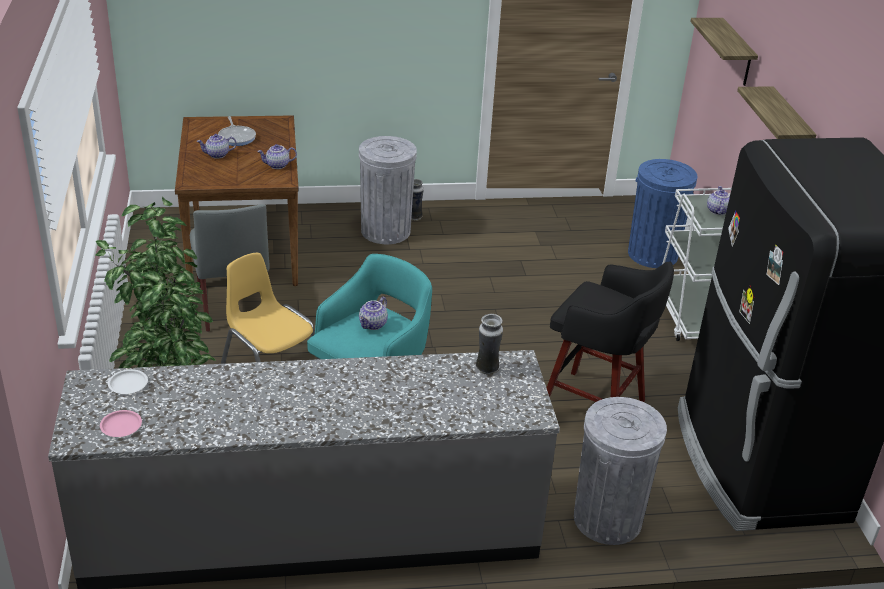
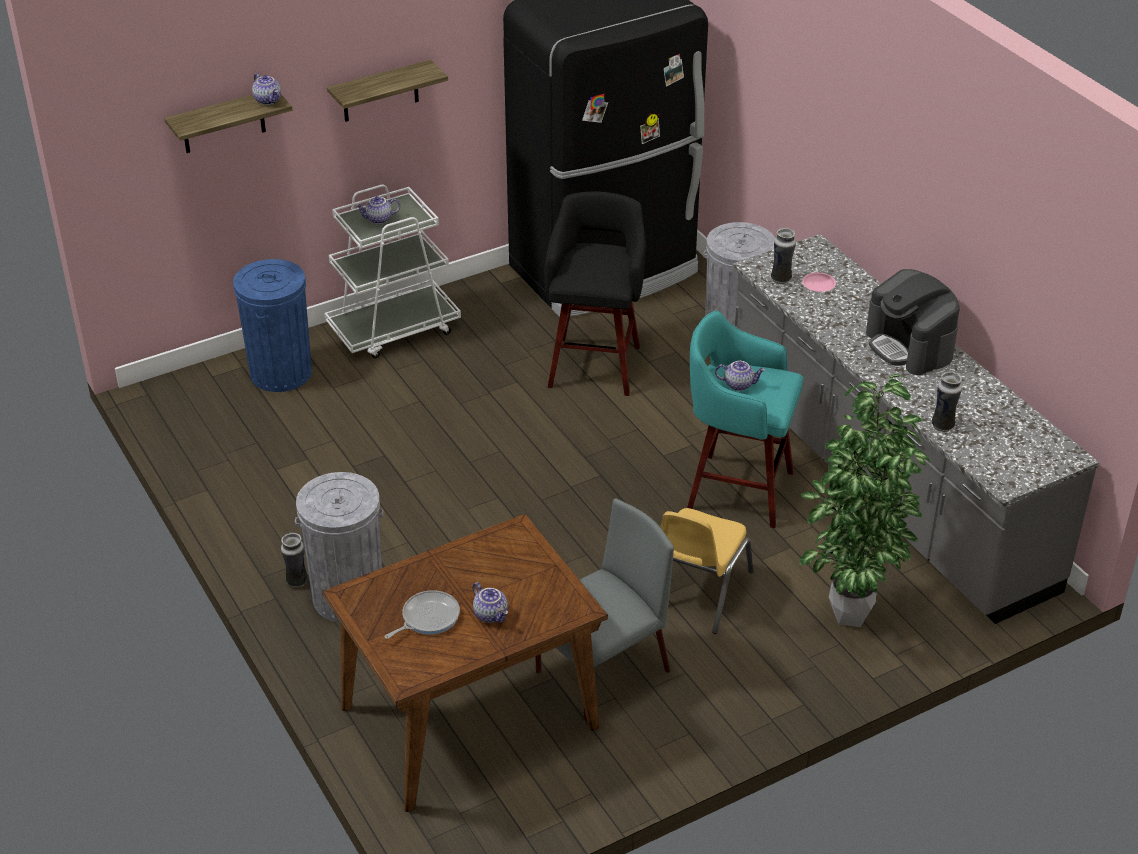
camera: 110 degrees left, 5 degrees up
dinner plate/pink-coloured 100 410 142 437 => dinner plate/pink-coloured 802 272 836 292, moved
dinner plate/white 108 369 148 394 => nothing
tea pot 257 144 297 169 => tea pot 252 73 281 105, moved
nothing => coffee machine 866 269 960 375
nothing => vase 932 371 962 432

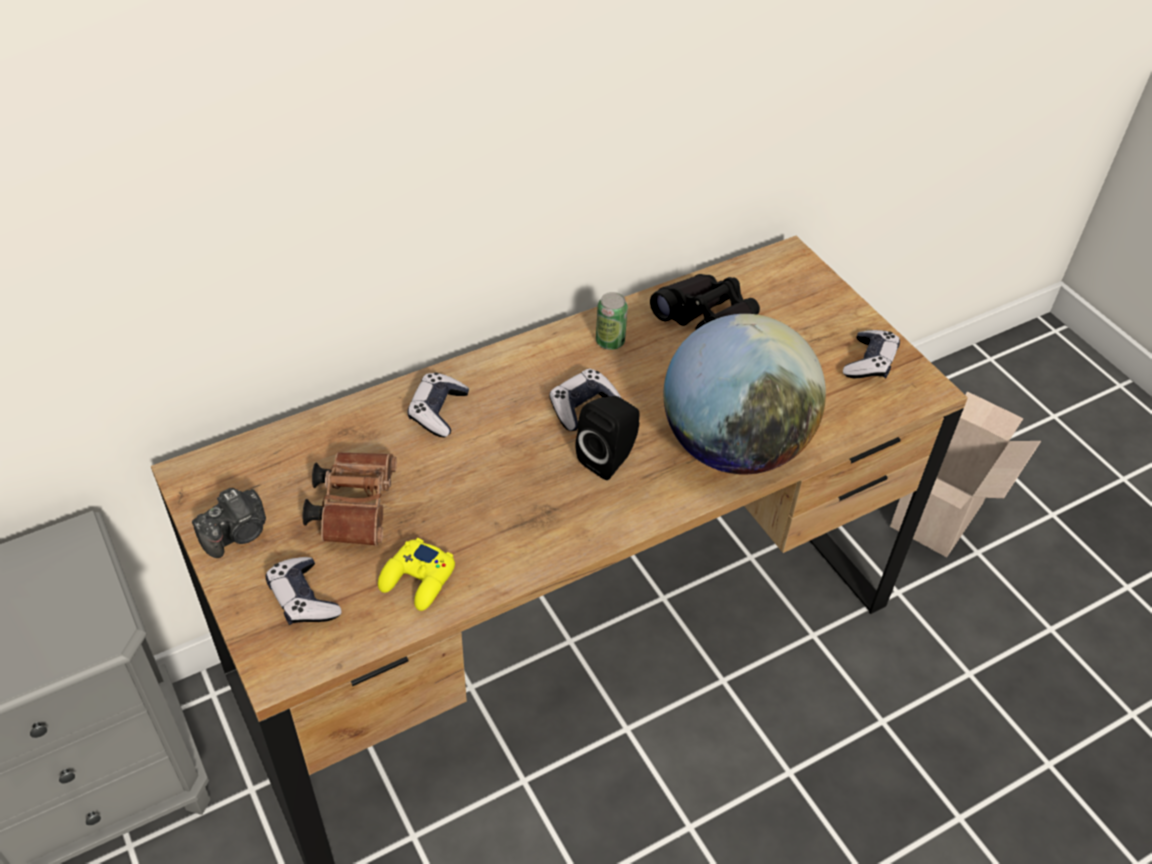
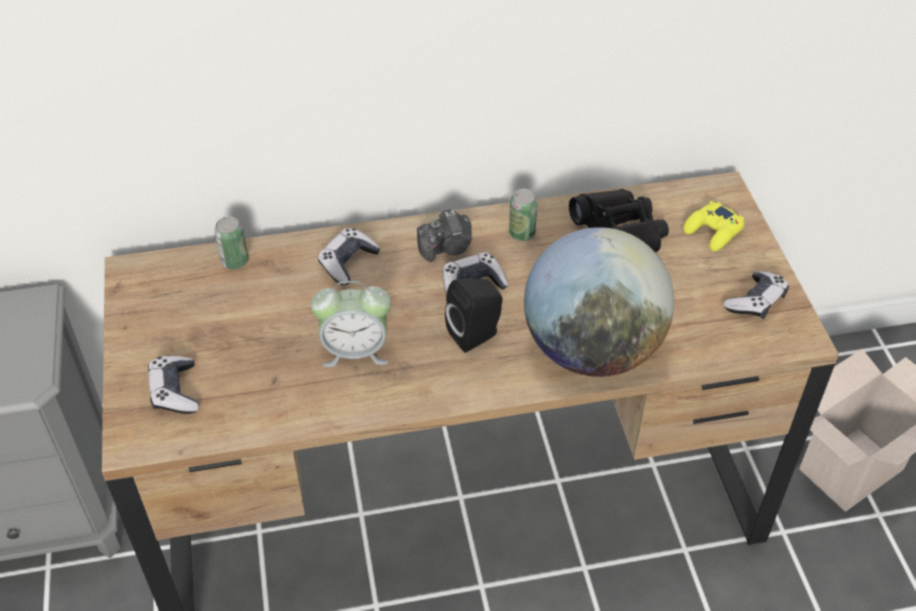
camera: 20 degrees right, 0 degrees up
photo camera 192 488 266 558 => photo camera 417 209 472 262, moved
pair of binoculars/brownish 302 452 397 546 => nothing
gamepad/yellow-coloured 378 538 455 611 => gamepad/yellow-coloured 683 201 744 251, moved
nothing => can 214 216 249 270
nothing => alarm clock 311 281 391 367

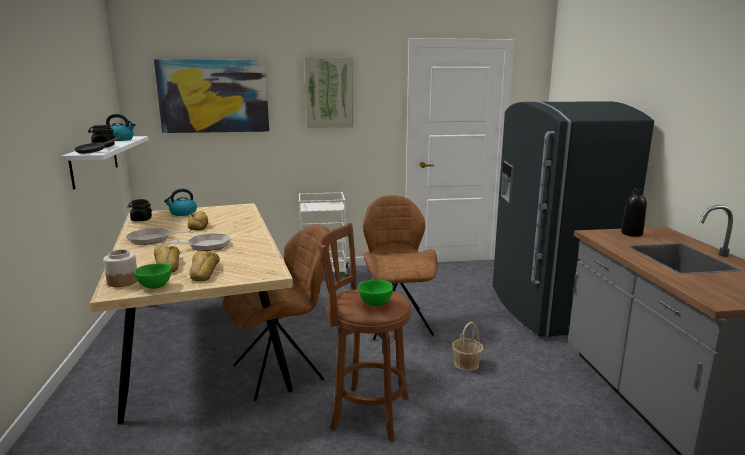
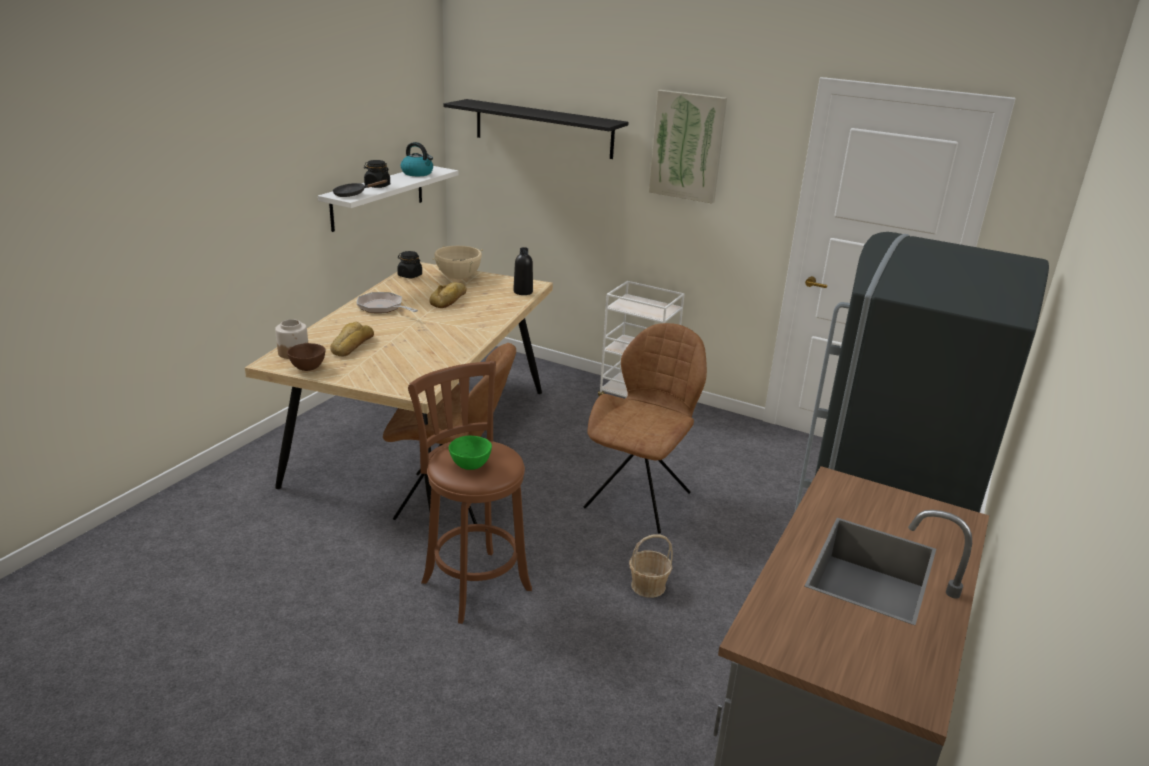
camera: 35 degrees right, 10 degrees up
bowl/green 134 263 172 289 => bowl/brownish 287 343 325 371
wall picture 154 59 269 133 => shelf/blackish 444 99 629 159
pan 157 233 231 251 => nothing
kettle 164 189 197 216 => cooking pot/beige-coloured 432 246 483 279
baked bread 189 251 220 281 => nothing
bottle/blackish 621 188 647 237 => bottle/blackish 513 247 533 295, moved

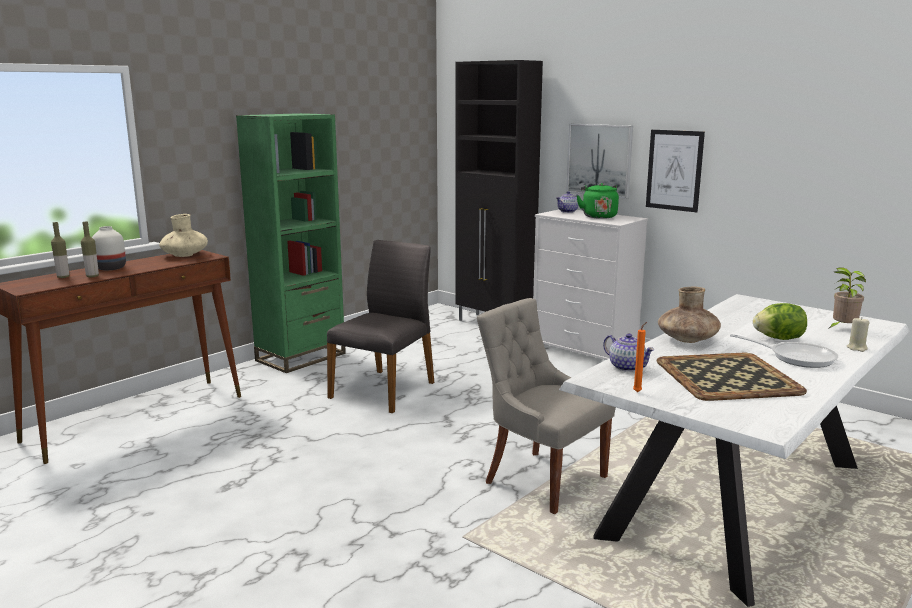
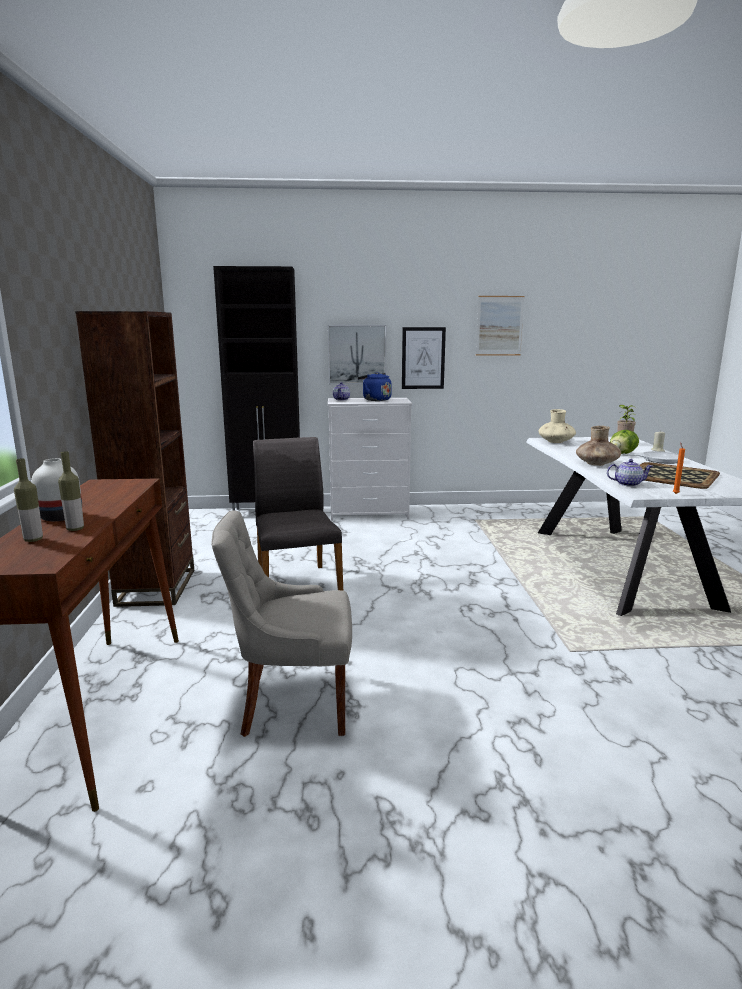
camera: 45 degrees left, 0 degrees up
vase/beige-coloured 159 214 208 257 => vase/beige-coloured 538 409 576 443, moved
bookcase/green 236 113 346 373 => bookcase/brownish 75 311 194 607
upright chair/greyish 477 298 616 514 => upright chair/greyish 211 510 352 737, moved
kettle/green 576 183 619 219 => kettle/blue-coloured 357 372 392 401
nothing => wall picture 476 296 524 356

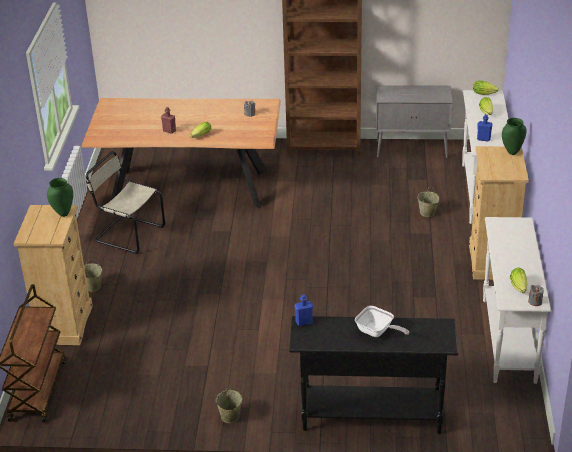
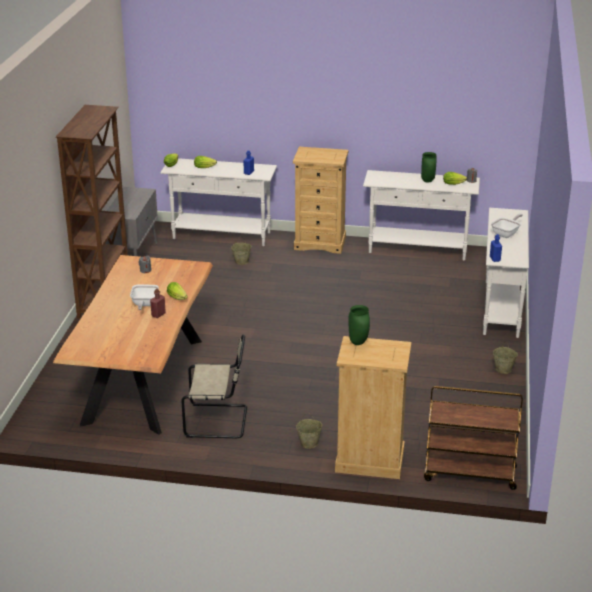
camera: 85 degrees left, 5 degrees down
upright chair/beige-coloured 86 151 165 254 => upright chair/beige-coloured 181 335 247 438, 120 degrees counterclockwise
narrow table/blackish 289 316 458 434 => narrow table/white 483 208 529 338
vase/green 502 118 527 155 => vase/green 421 152 437 182, moved
nothing => pan 130 284 159 310

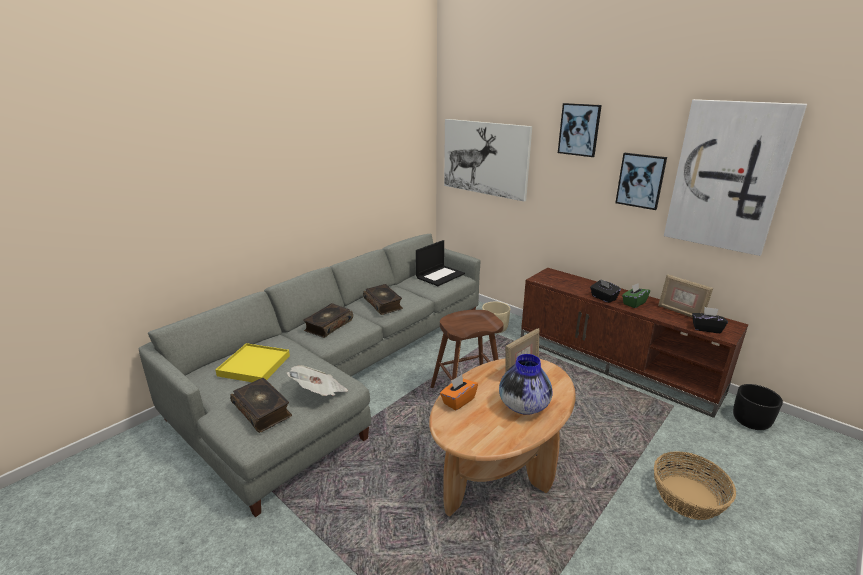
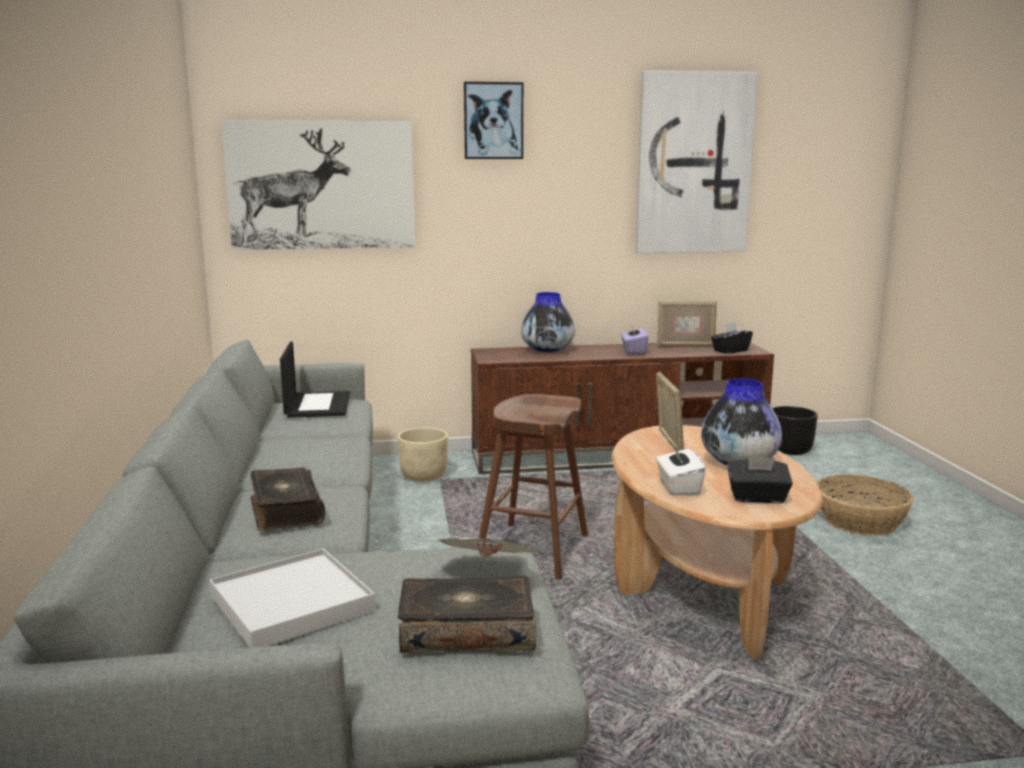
camera: 50 degrees left, 10 degrees down
serving tray/yellow-coloured 215 343 290 382 => serving tray/white 209 549 376 647
bound book 363 284 403 315 => nothing
tissue holder/orangey 440 375 478 411 => tissue holder/white 656 443 706 495
tissue holder/blackish 590 279 621 303 => tissue holder/blackish 727 456 793 503, moved
wall picture 615 153 667 210 => nothing
tissue holder/green 622 283 650 308 => tissue holder/purple 621 327 648 354
nothing => vase 521 292 575 352

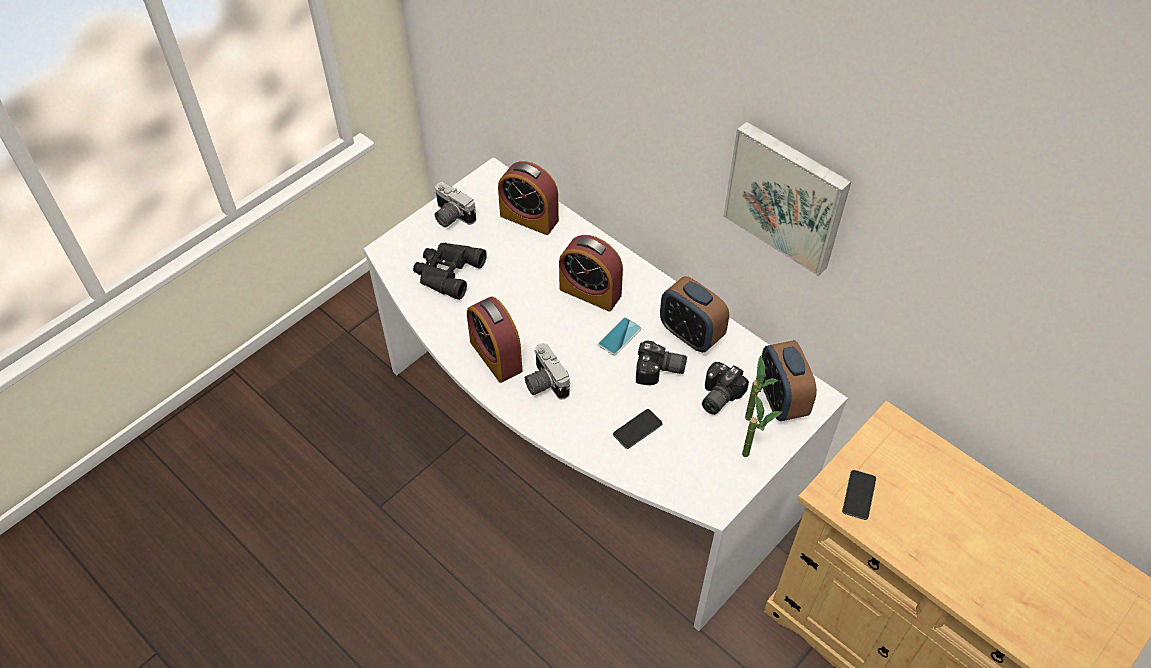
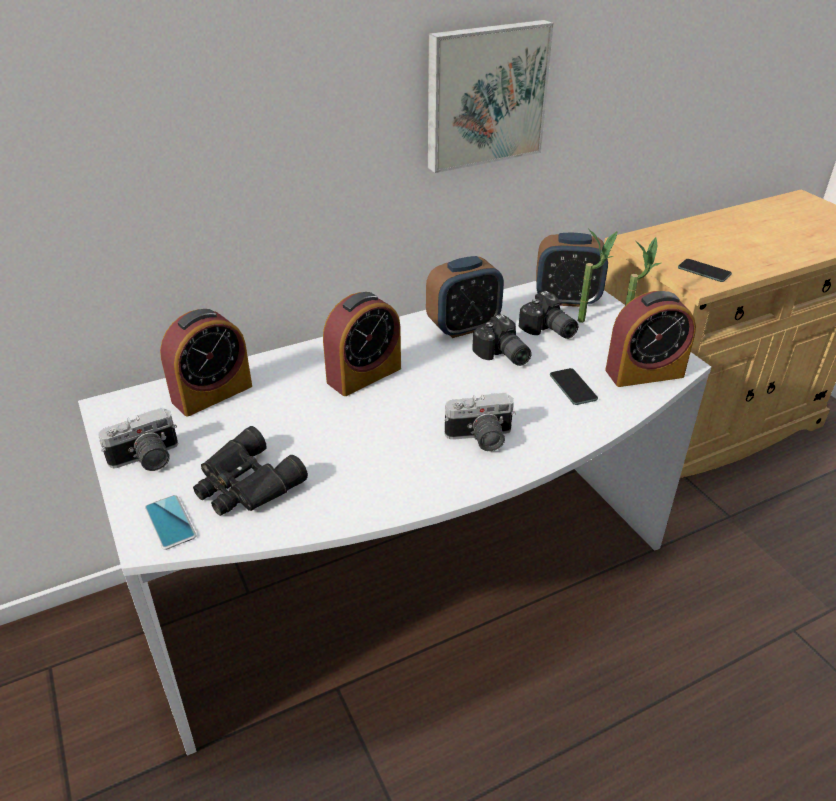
camera: 70 degrees left, 15 degrees down
alarm clock 467 296 522 383 => alarm clock 605 291 696 387, moved
telephone 598 317 641 355 => telephone 144 495 196 550, moved
photo camera 636 340 687 385 => photo camera 472 314 532 366, 120 degrees clockwise

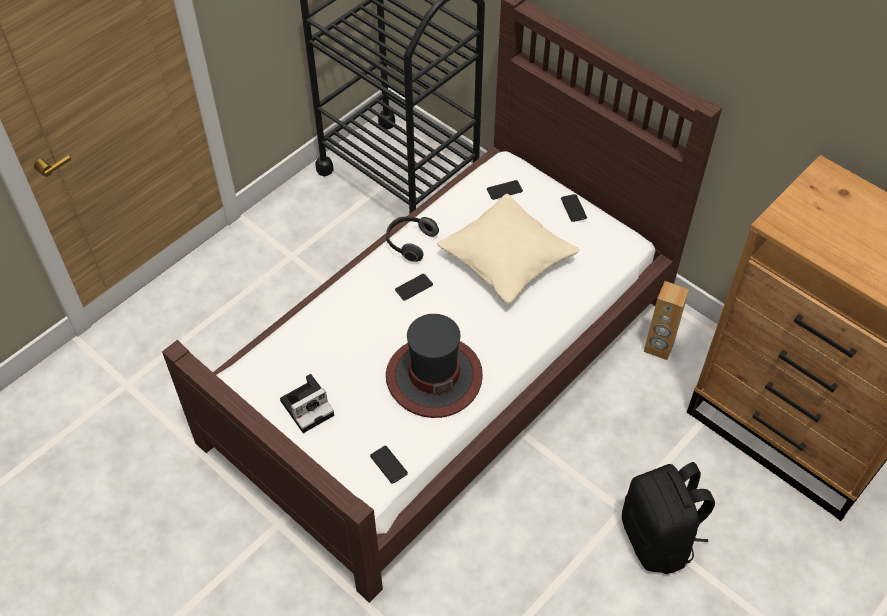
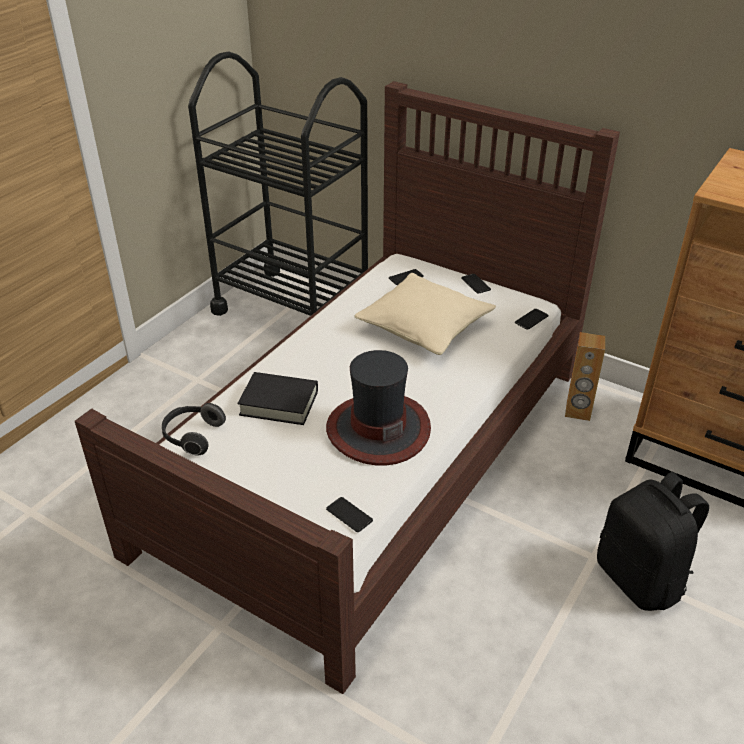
camera: 10 degrees left, 15 degrees down
photo camera 280 374 334 433 => nothing
pair of headphones 386 216 439 262 => pair of headphones 162 403 226 455, moved
telephone 395 274 433 301 => telephone 515 309 549 329, moved
nothing => bound book/blackish 238 372 318 425

